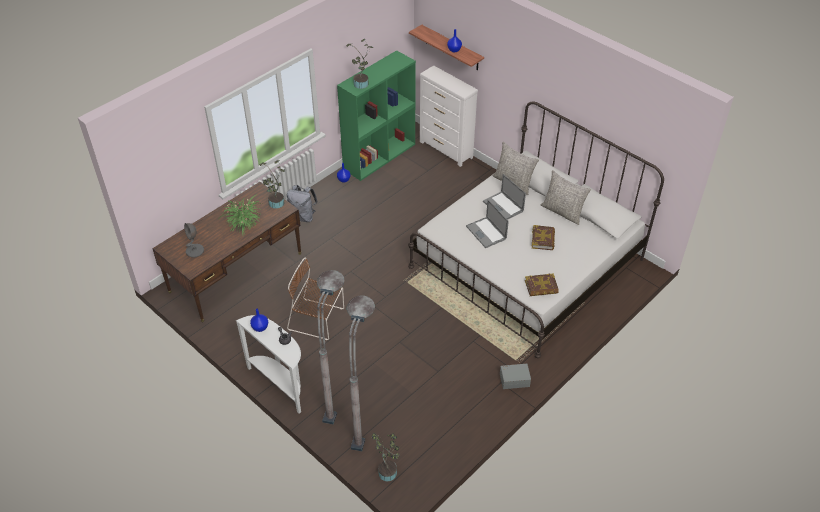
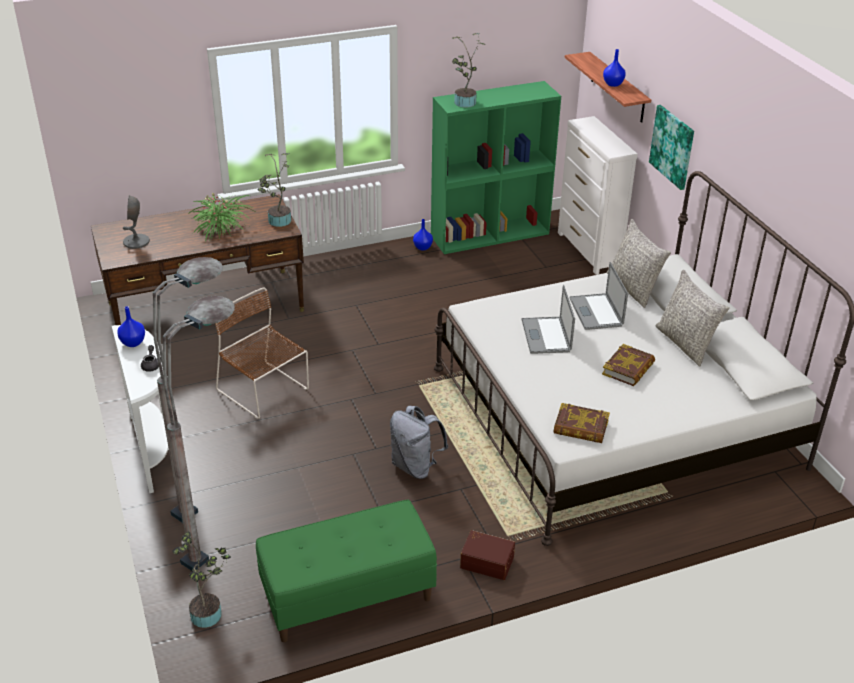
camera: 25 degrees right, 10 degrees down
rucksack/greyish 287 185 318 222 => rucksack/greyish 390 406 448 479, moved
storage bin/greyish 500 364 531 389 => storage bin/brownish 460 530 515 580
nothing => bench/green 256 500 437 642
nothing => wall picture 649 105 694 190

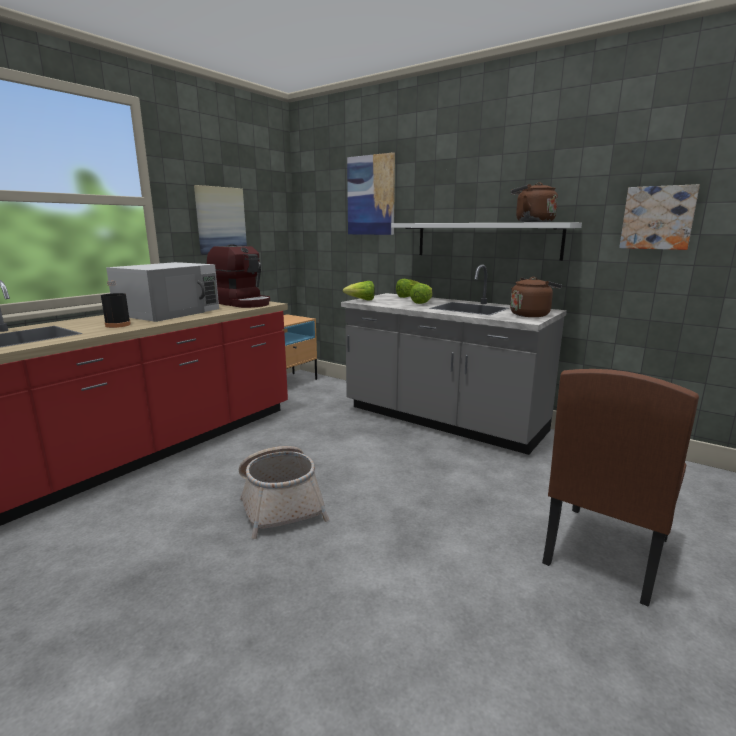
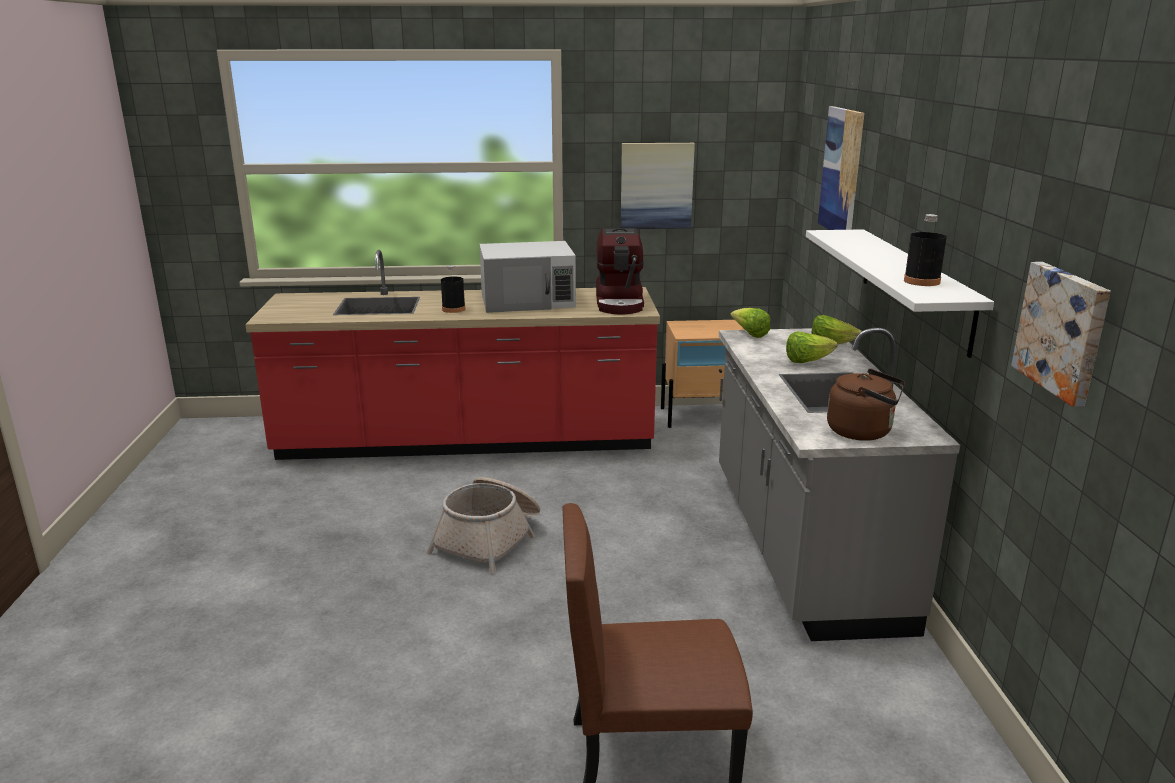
camera: 50 degrees right, 5 degrees up
kettle/brownish 511 182 558 222 => bottle/blackish 904 214 947 286

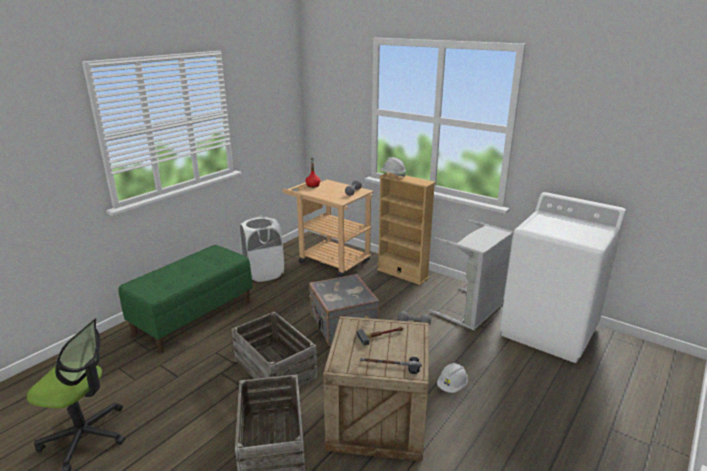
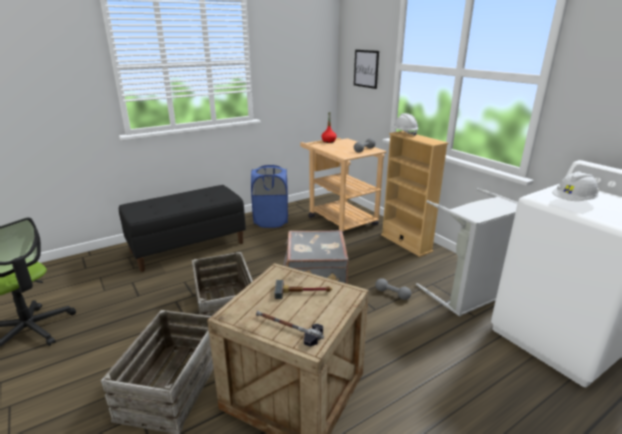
camera: 20 degrees right, 0 degrees up
bench/green 118 245 253 353 => bench/blackish 119 185 246 272
hamper/white 239 216 284 282 => hamper/blue-coloured 251 165 288 228
safety helmet/white 437 363 468 393 => safety helmet/white 552 171 599 201, moved
nothing => wall picture 354 50 379 89

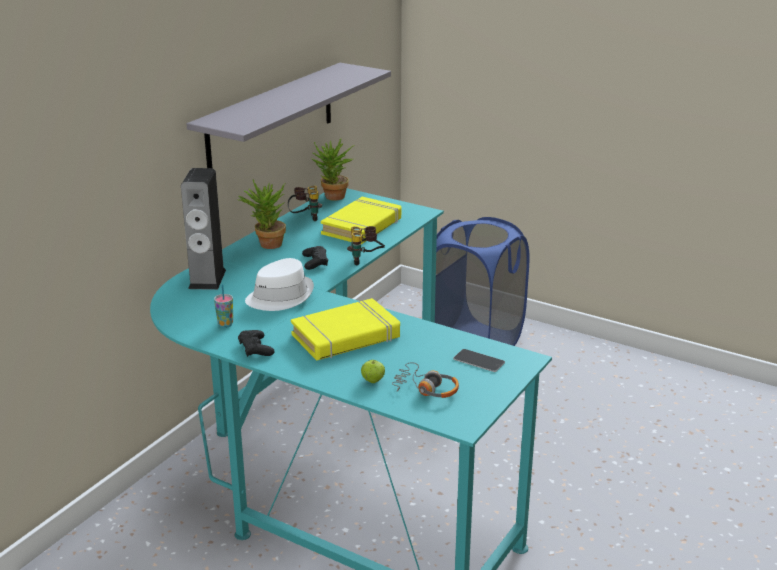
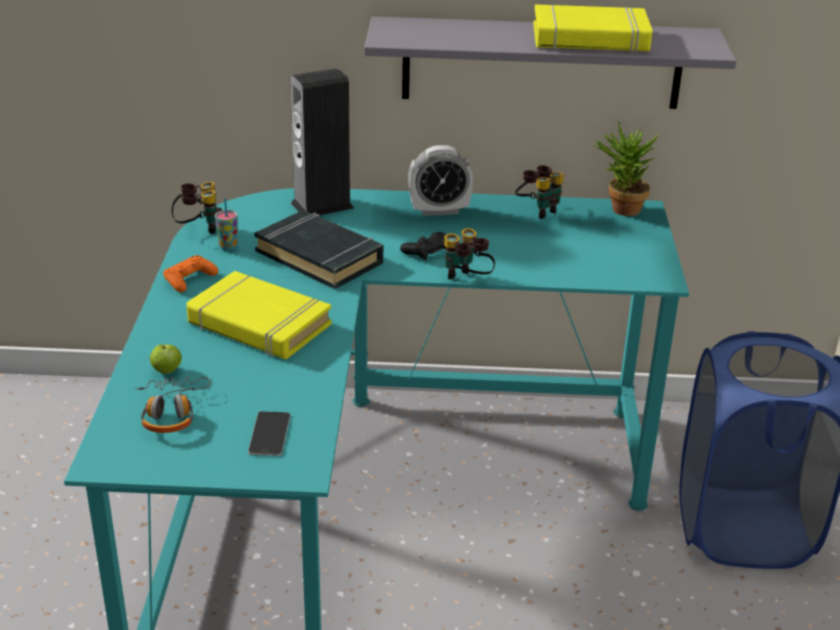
camera: 60 degrees right, 5 degrees up
plant in a pot 238 180 286 249 => alarm clock 408 145 473 216
gamepad/blackish 238 330 274 357 => gamepad/orangey 163 255 218 292
clothing hat/white 245 258 314 311 => bound book/blackish 254 210 383 289
bound book/yellow-coloured 321 197 401 244 => bound book/yellow-coloured 533 4 653 53, moved
nothing => pair of binoculars 171 182 222 234

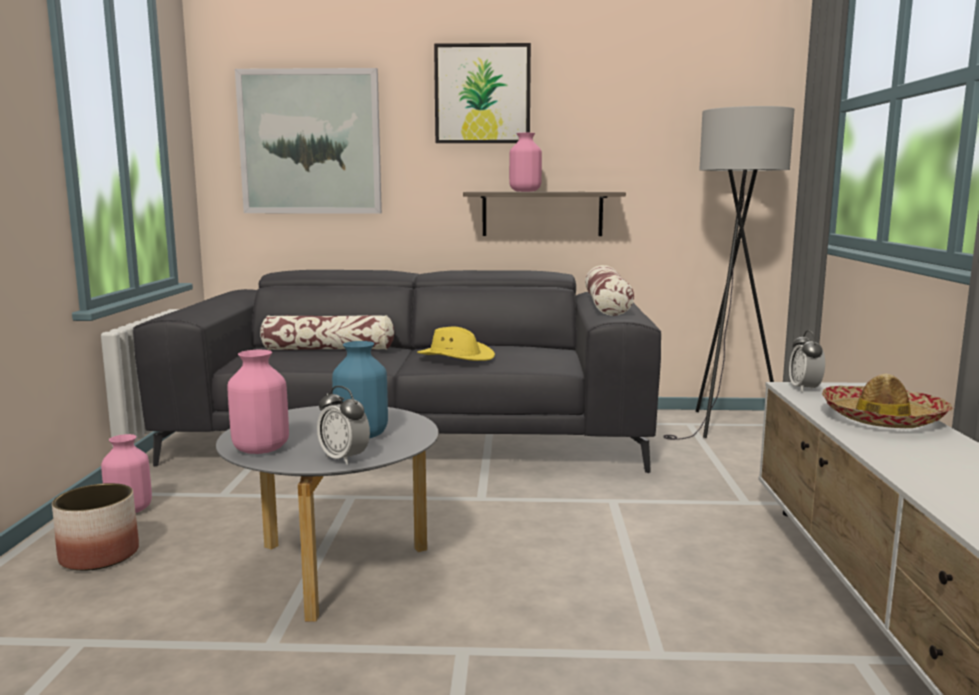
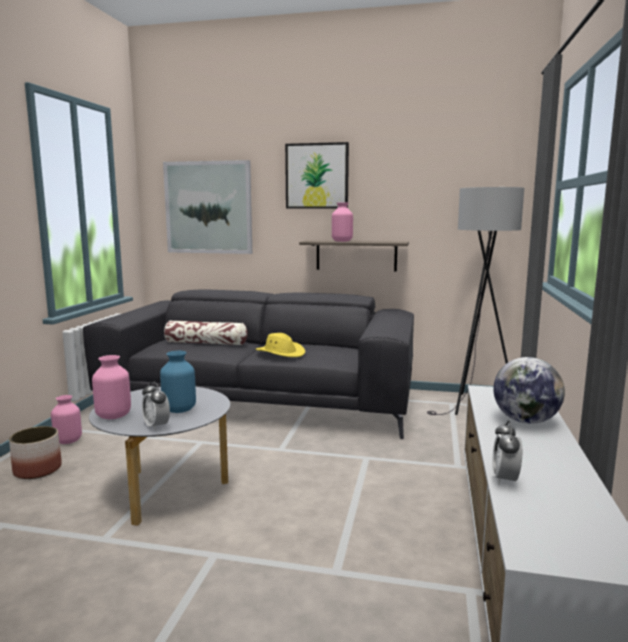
camera: 10 degrees right, 0 degrees up
pillow 585 265 634 316 => nothing
alarm clock 789 330 825 392 => alarm clock 492 420 522 485, moved
clothing hat 822 374 952 428 => world globe 493 357 565 424

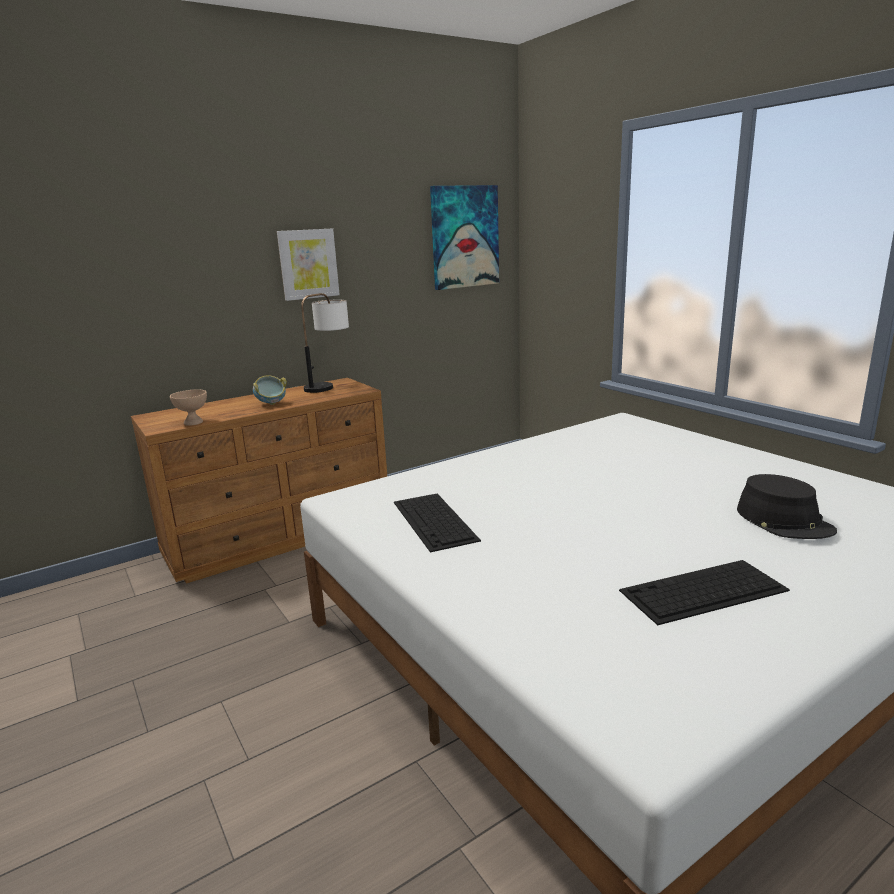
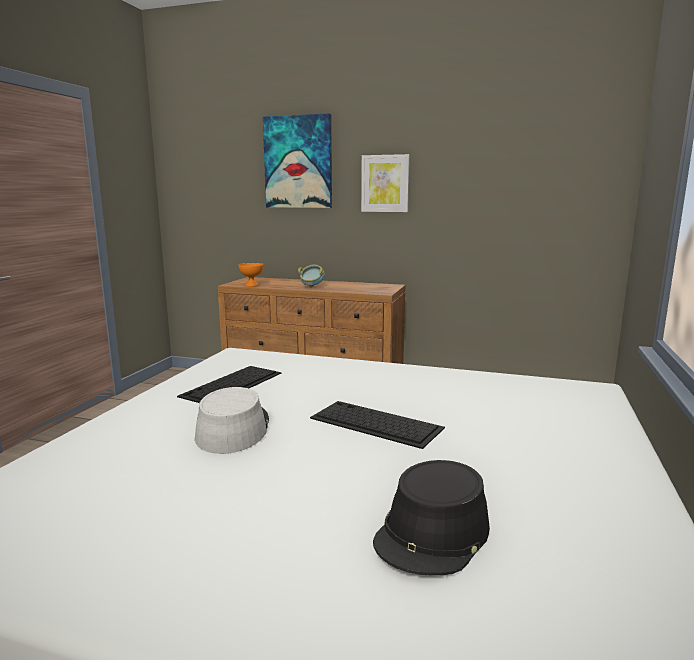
camera: 50 degrees right, 5 degrees down
bowl/beige-coloured 170 389 207 426 => bowl/orangey 238 263 263 287
tabletop lamp 301 293 349 393 => nothing
wall picture 430 185 499 290 => wall picture 263 113 332 208, moved
computer keyboard 619 560 790 625 => computer keyboard 310 401 445 449, moved
nothing => clothing hat/greyish 195 387 269 454

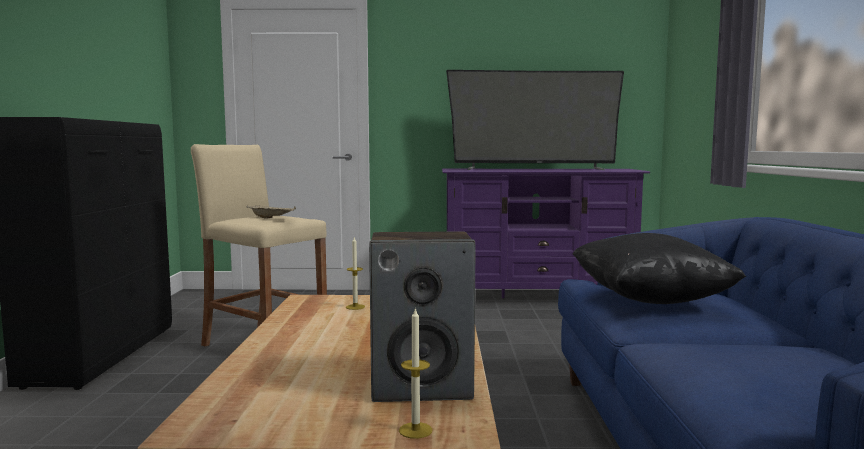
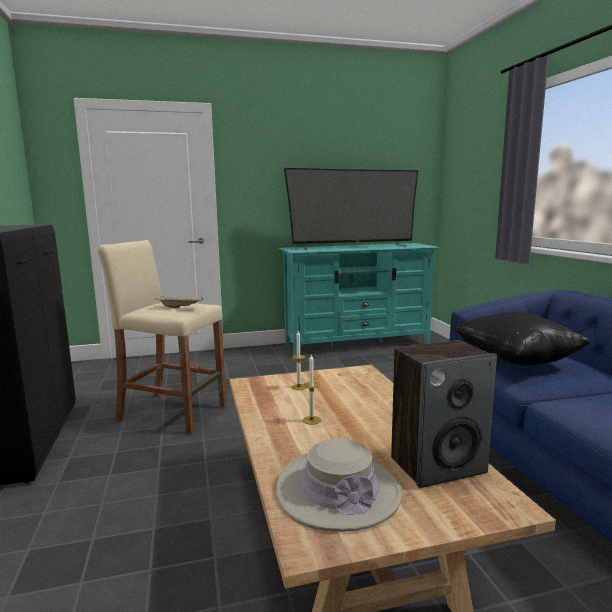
camera: 15 degrees left, 5 degrees up
candle 399 307 433 439 => candle 303 355 321 425, moved
tv unit/purple 442 169 650 298 => tv unit/turquoise 279 243 440 355
nothing => clothing hat/beige-coloured 276 438 402 532

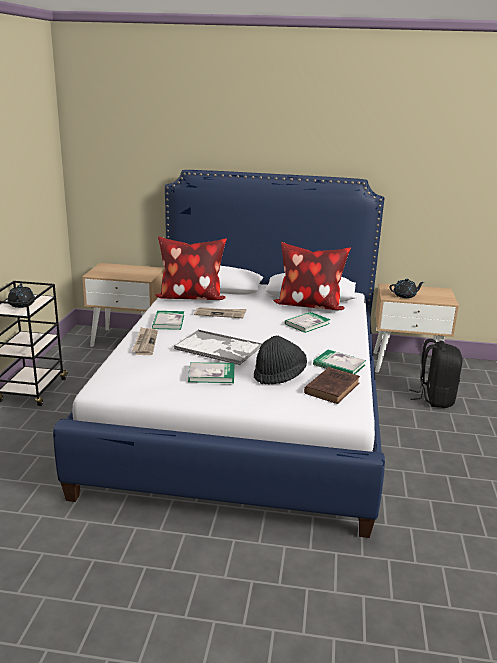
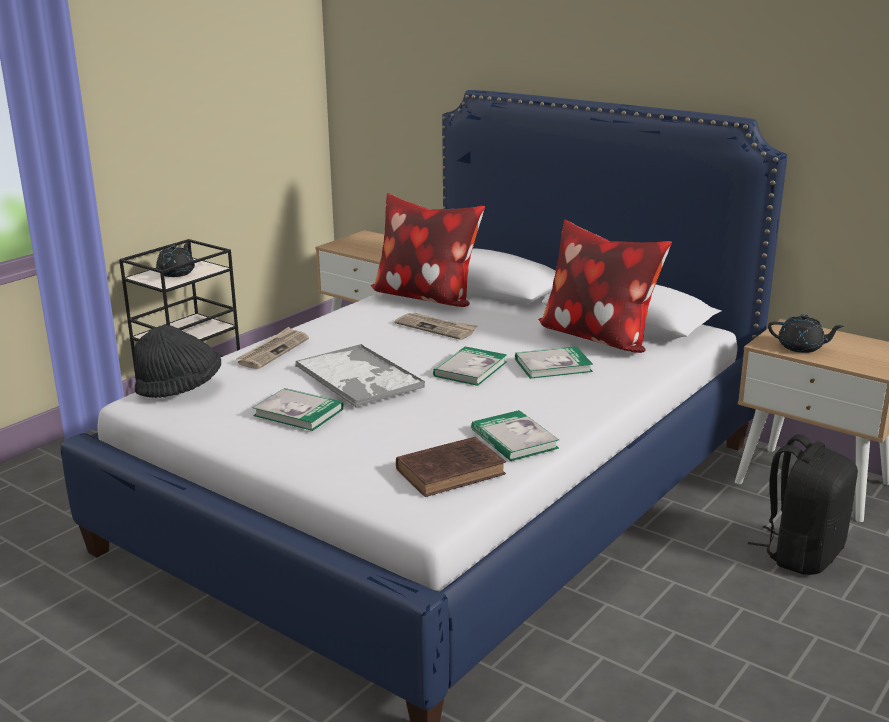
camera: 30 degrees right, 0 degrees up
bound book 152 311 184 330 => bound book 433 346 507 386, moved
clothing hat/blackish 254 335 307 384 => clothing hat/blackish 134 325 221 398, moved

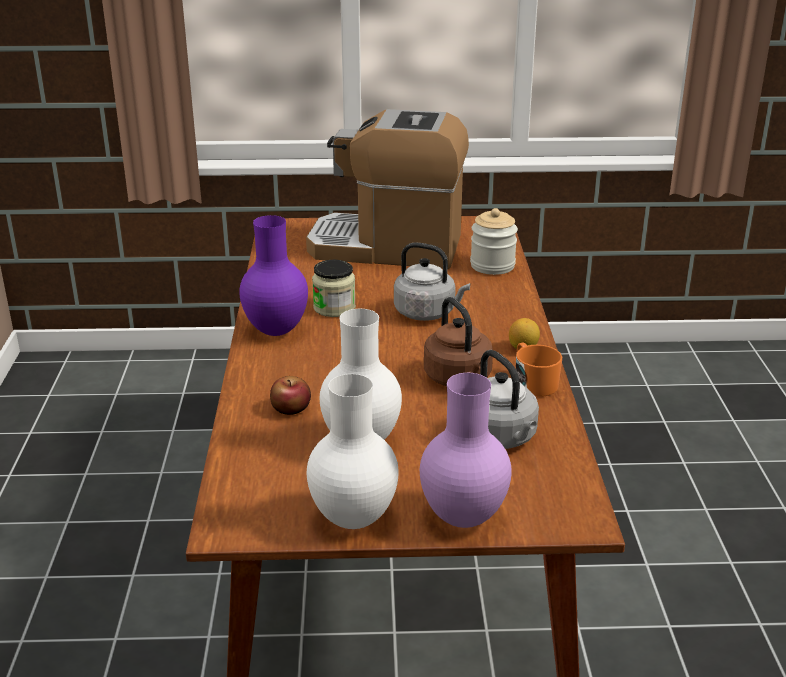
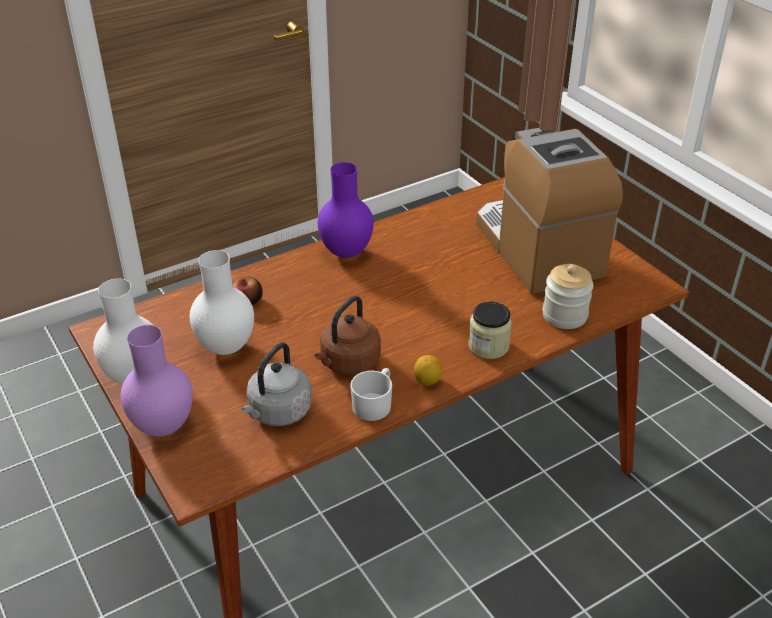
camera: 60 degrees right, 10 degrees up
jar 312 260 356 317 => jar 468 301 512 359, moved
kettle/greyish 394 243 470 321 => nothing
mug/orangey 516 343 562 397 => mug/white 350 368 392 421

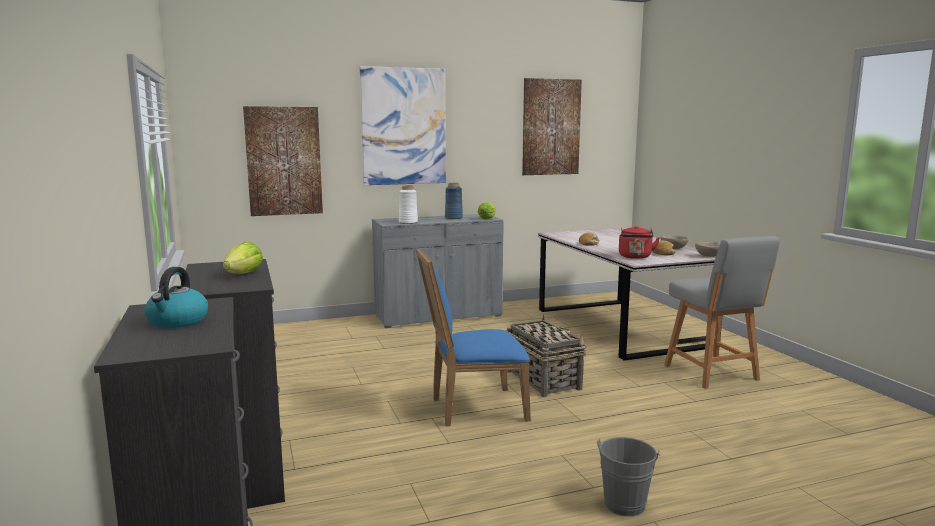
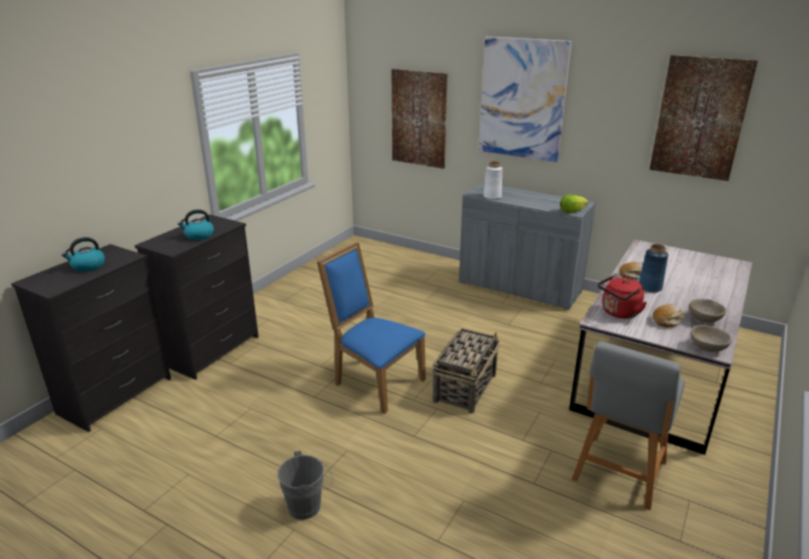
camera: 50 degrees right, 15 degrees up
lettuce 223 242 263 274 => kettle 178 209 214 240
vase/blue-coloured 445 183 463 219 => vase/blue-coloured 639 244 668 292, moved

